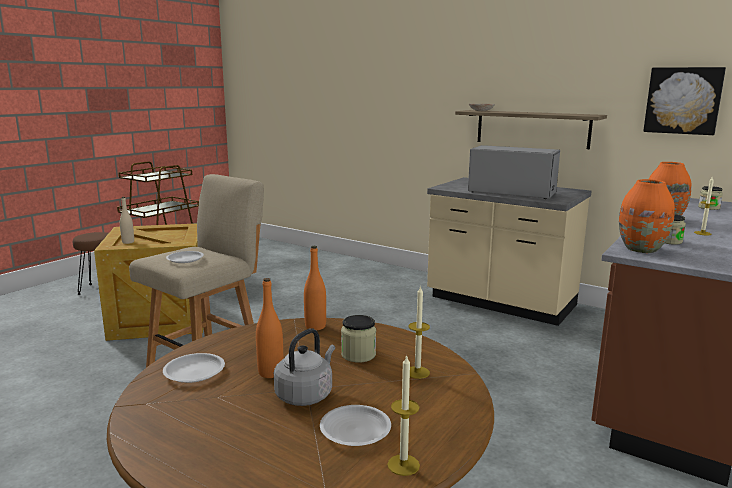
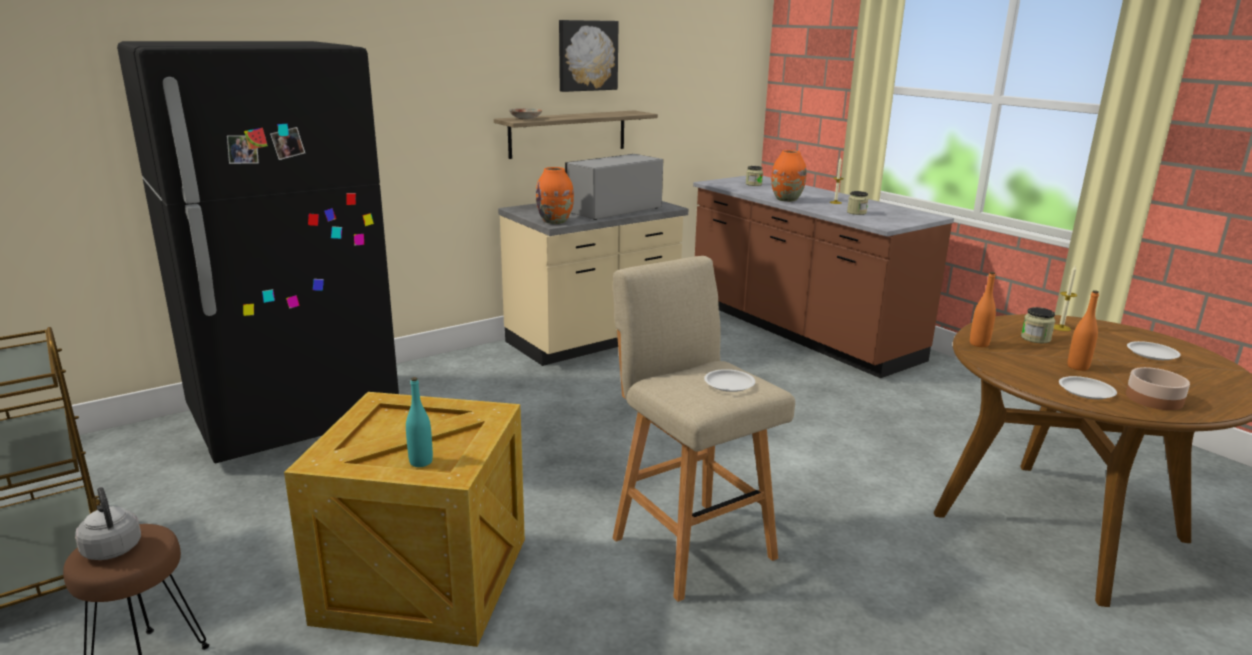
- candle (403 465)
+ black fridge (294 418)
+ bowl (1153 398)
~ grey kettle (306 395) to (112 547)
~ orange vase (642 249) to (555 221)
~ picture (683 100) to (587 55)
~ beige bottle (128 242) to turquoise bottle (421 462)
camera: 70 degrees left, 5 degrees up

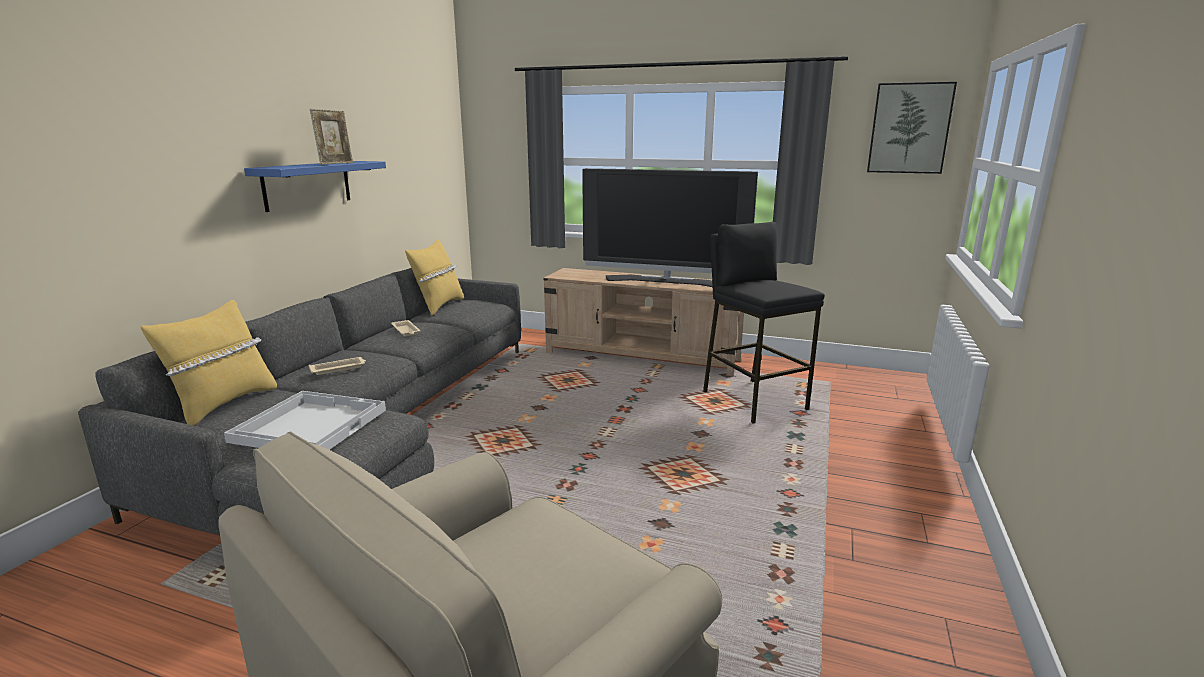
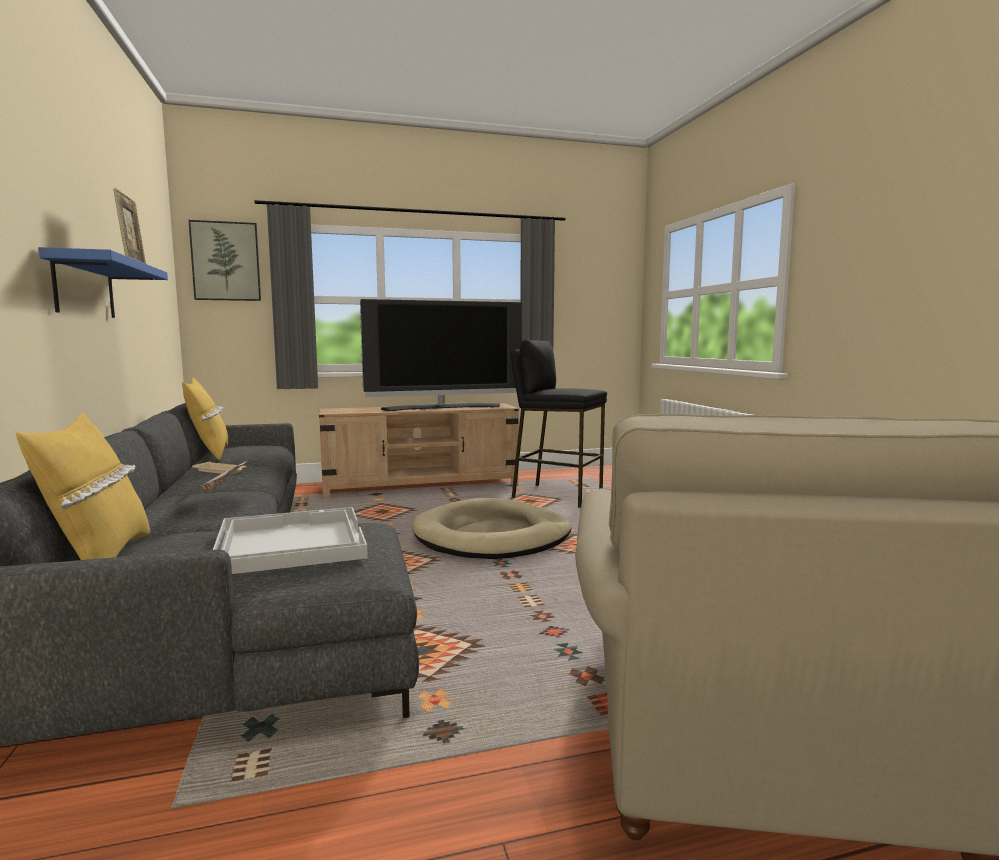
+ beige dog bed (492 536)
~ picture (909 128) to (226 261)
~ beige tray (338 368) to newspaper (209 504)
camera: 35 degrees left, 10 degrees down

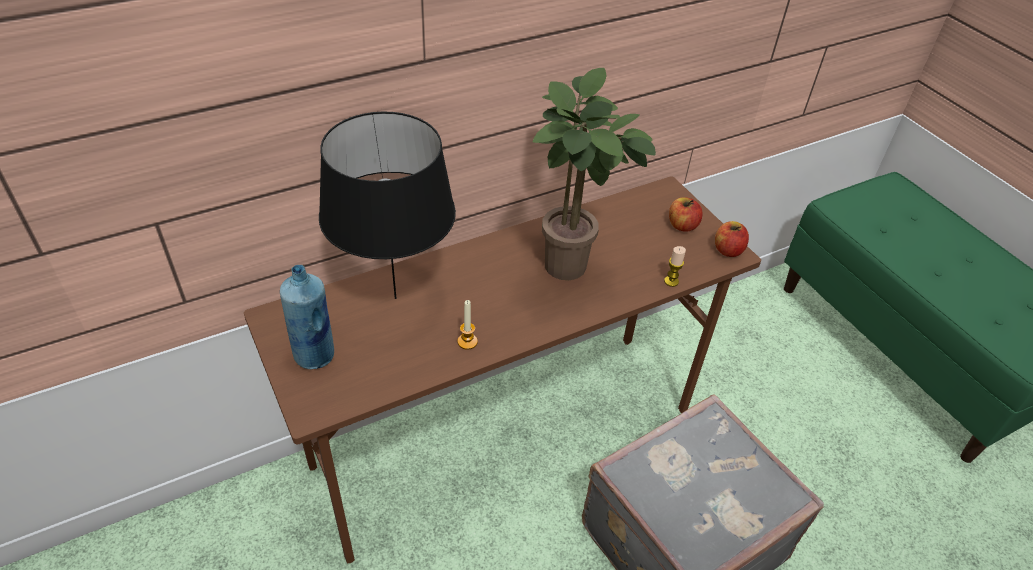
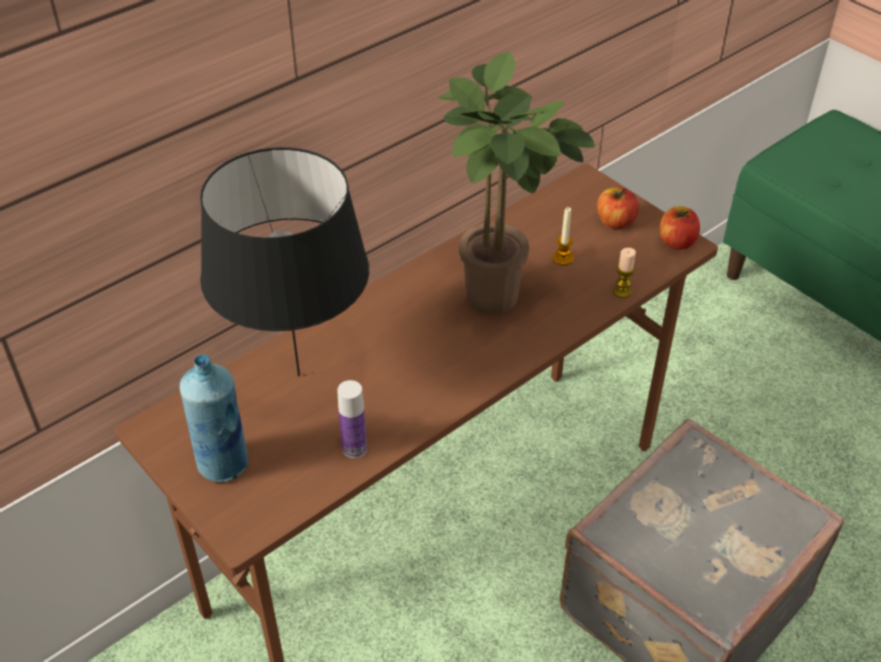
+ bottle (354 448)
~ candle (467 342) to (563 258)
camera: 10 degrees left, 0 degrees up

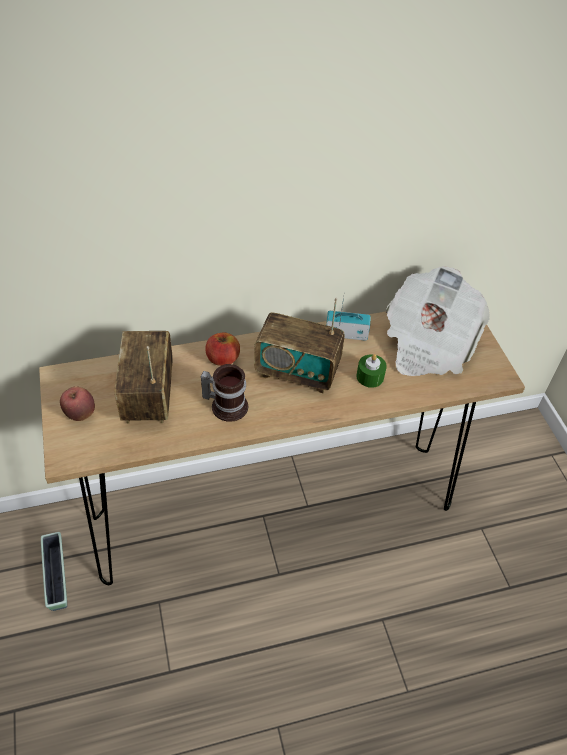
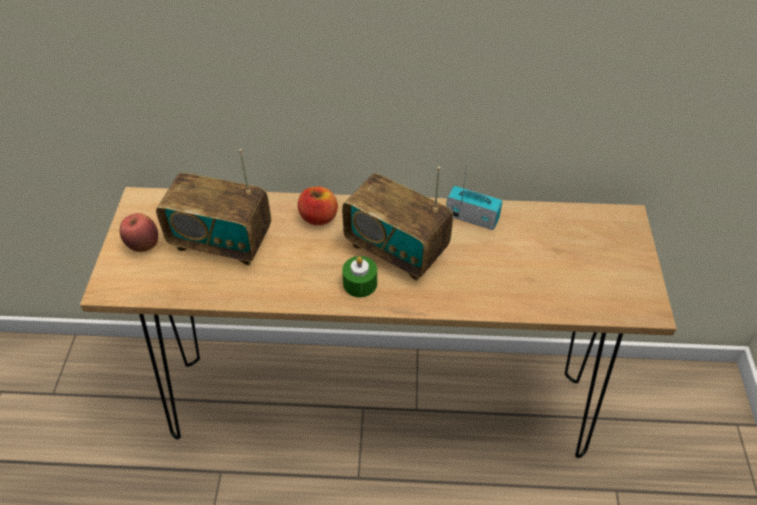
- planter (57 576)
- mug (226 404)
- newspaper (428 343)
~ green candle (370 376) to (360 283)
~ radio (149 396) = (222 242) 90 degrees counterclockwise
camera: 20 degrees right, 0 degrees up

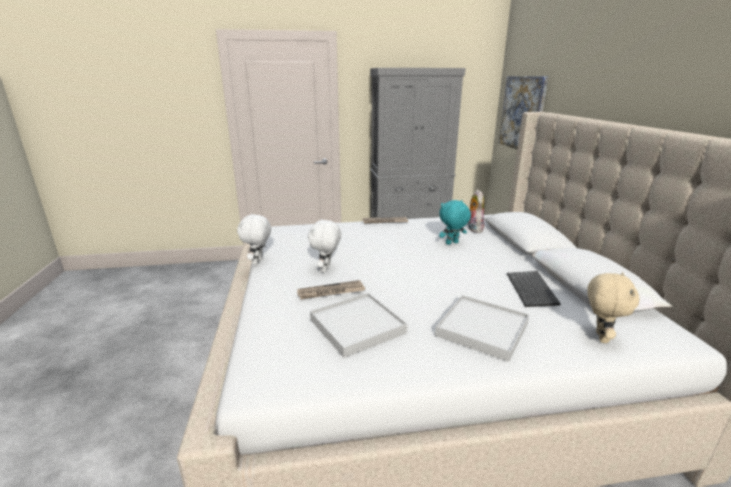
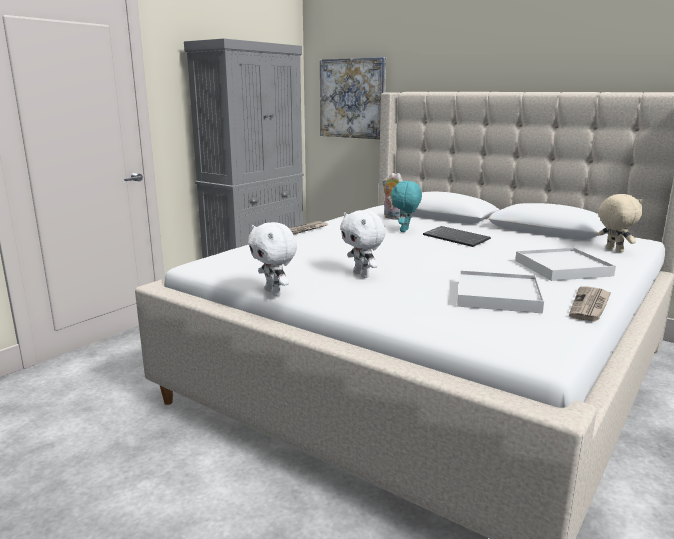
~ newspaper (330 292) to (590 306)
~ keyboard (532 290) to (457 238)
camera: 45 degrees left, 5 degrees down

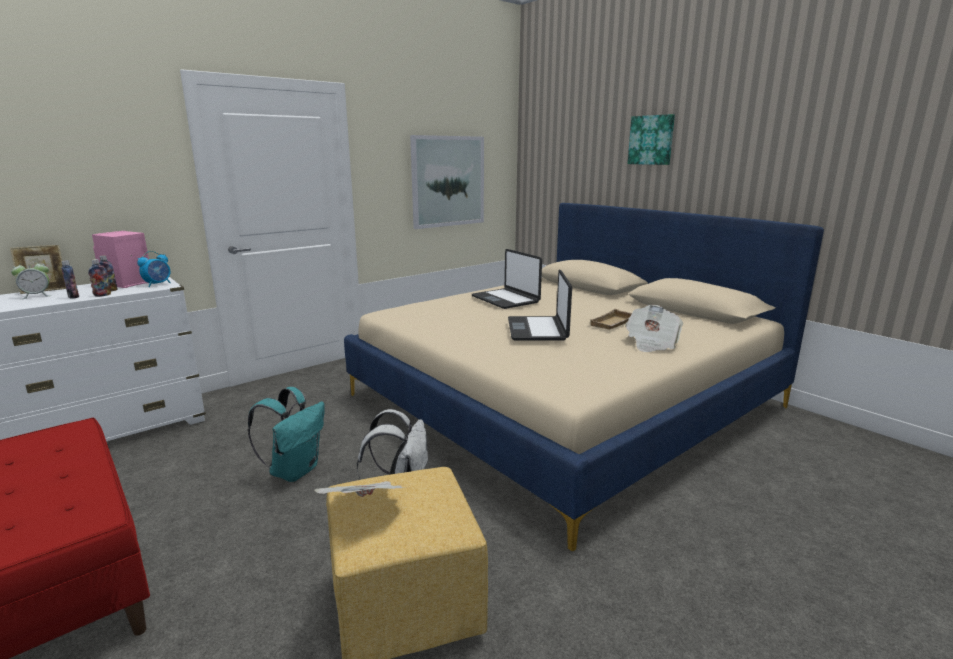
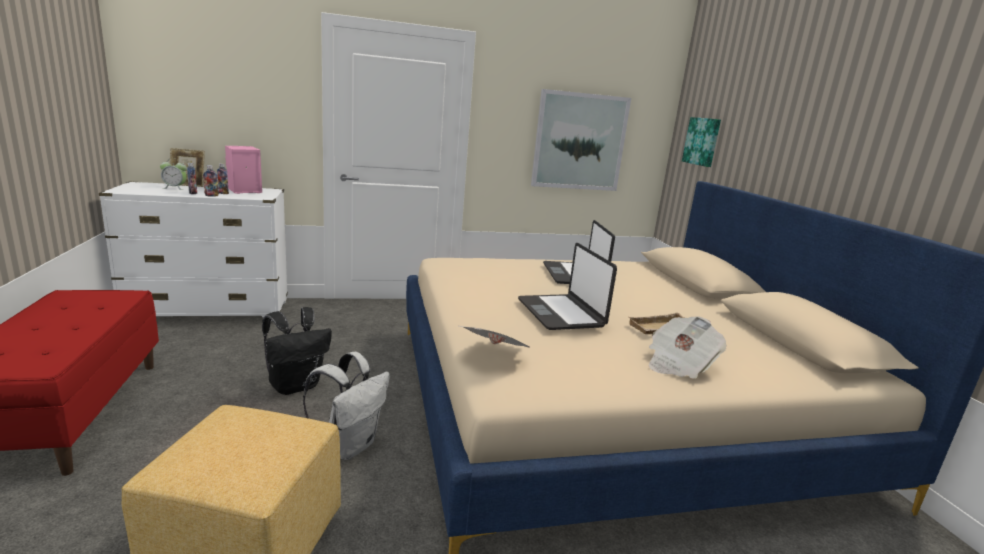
- alarm clock (158 284)
~ newspaper (365 507) to (495 355)
~ picture (651 140) to (702 141)
~ turquoise backpack (295 470) to black backpack (296 385)
~ laptop (538 329) = (561 313) 45 degrees counterclockwise
camera: 25 degrees right, 0 degrees up

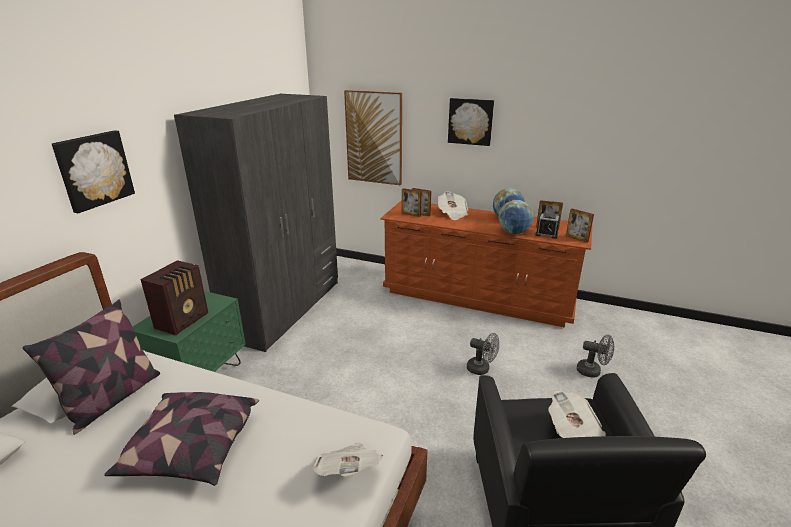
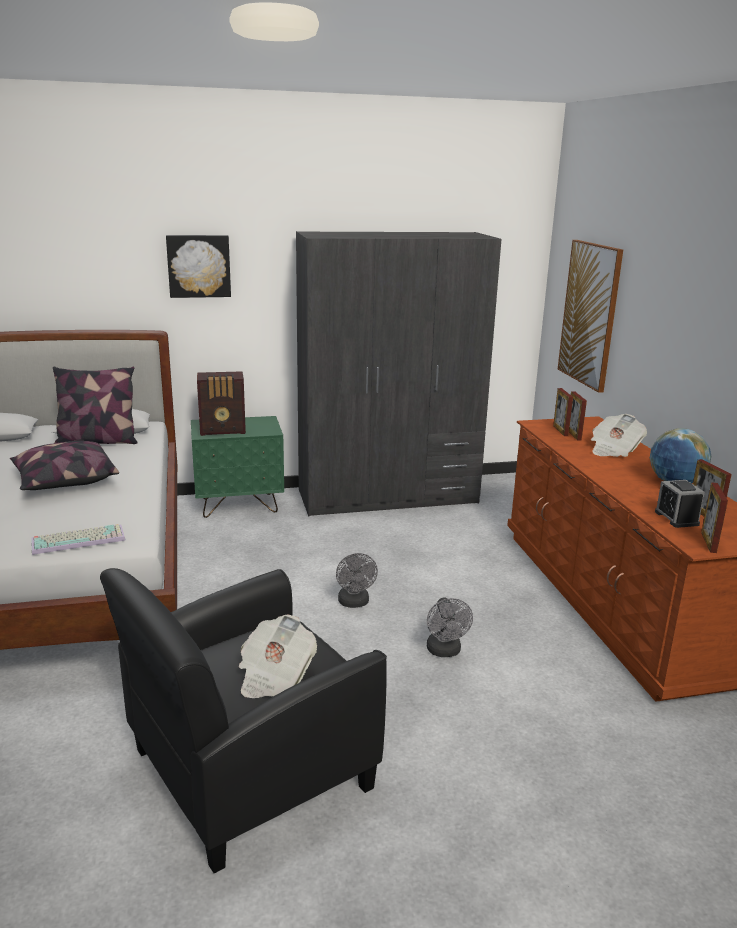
- picture (470 121)
- globe (514 233)
~ grey fan (592 371) to (354 603)
~ newspaper (349 472) to keyboard (79 539)
camera: 55 degrees right, 5 degrees down

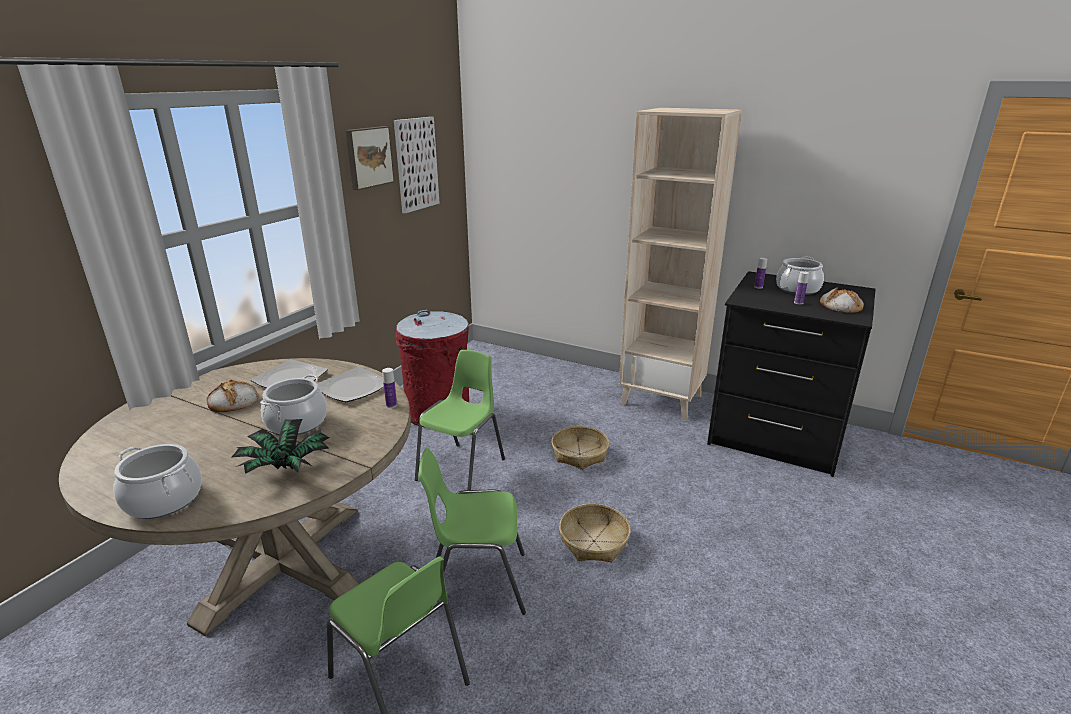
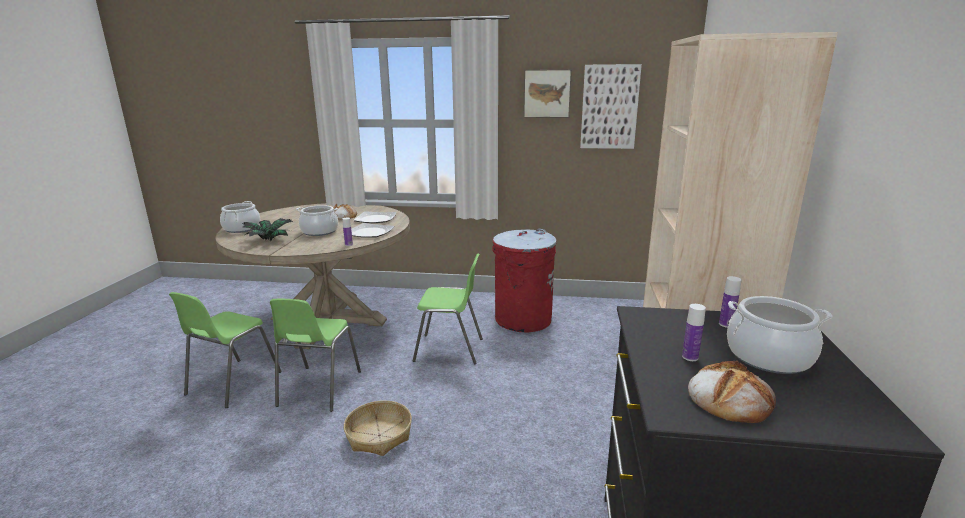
- basket (579 454)
~ green chair (477 583) = (318 389) 150 degrees counterclockwise
camera: 70 degrees right, 5 degrees down

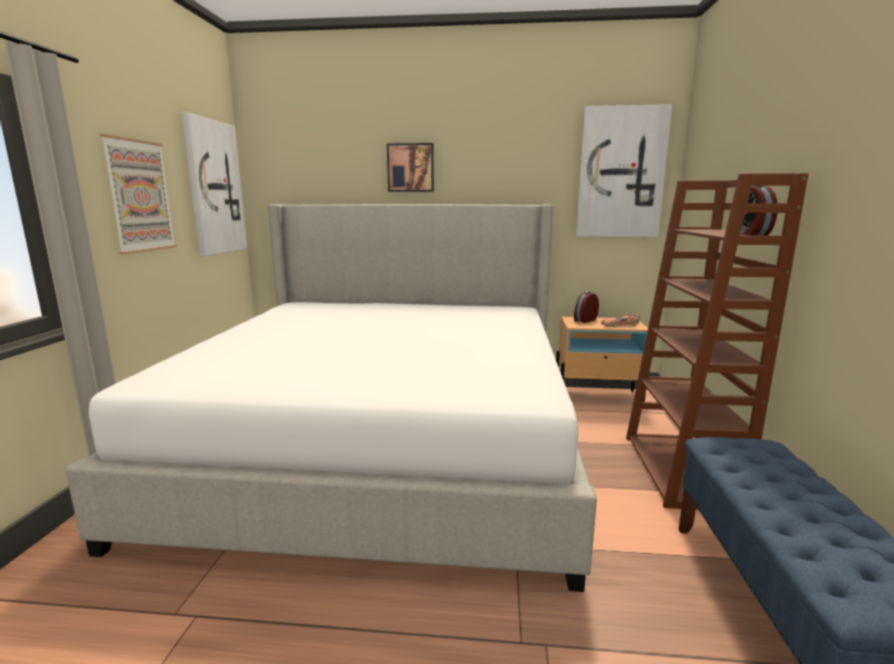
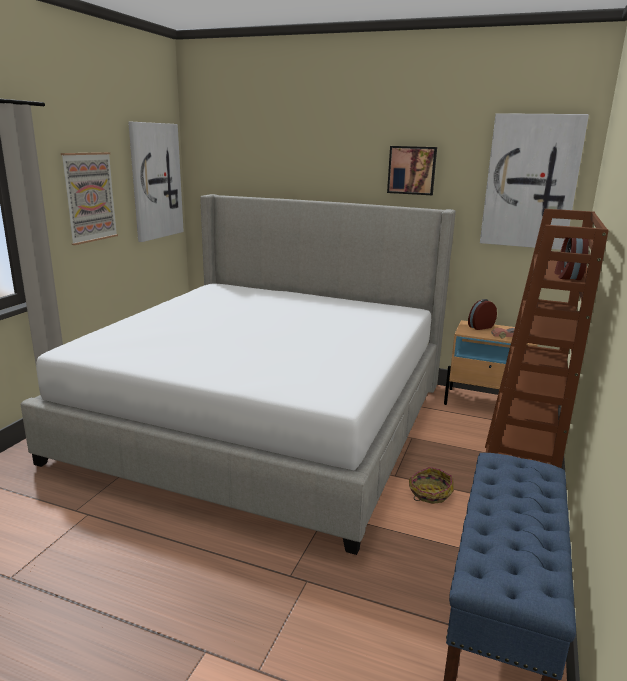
+ basket (429 493)
~ picture (411 168) to (412 170)
camera: 15 degrees right, 5 degrees up

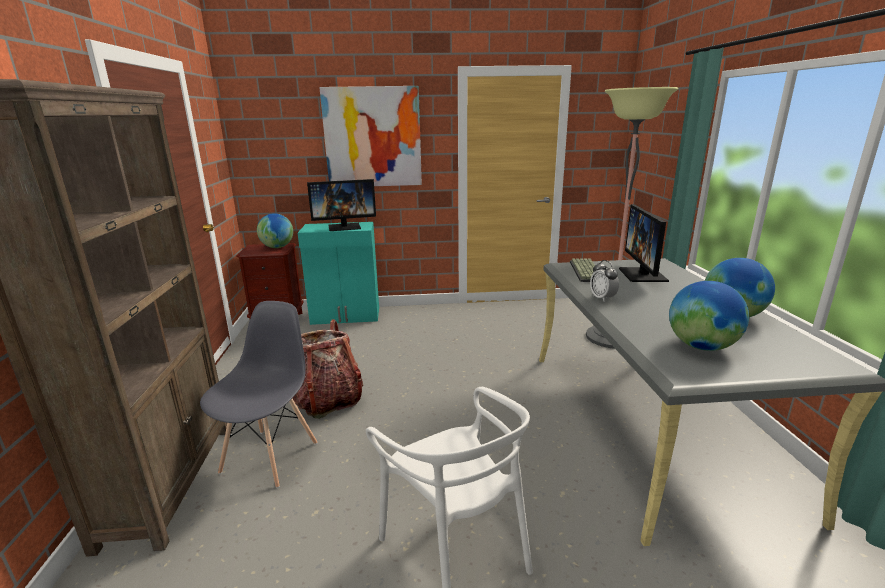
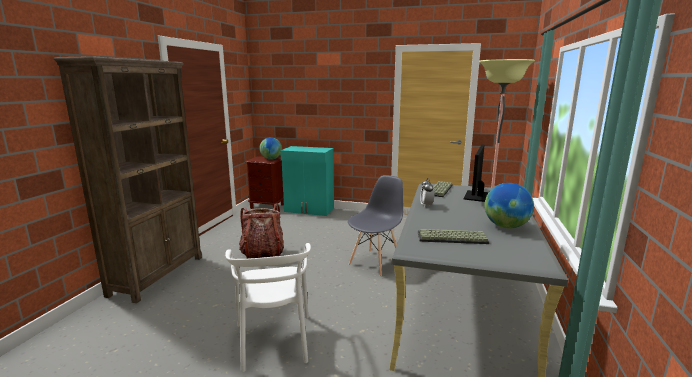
- monitor (344 227)
- picture (373 137)
~ grey chair (270 457) to (375 262)
~ globe (701 346) to keyboard (451 238)
camera: 20 degrees right, 5 degrees down

